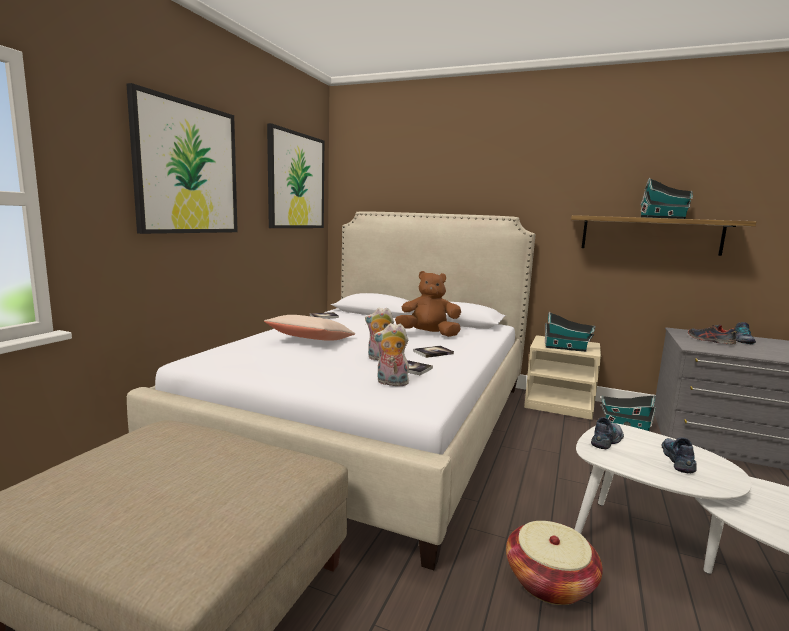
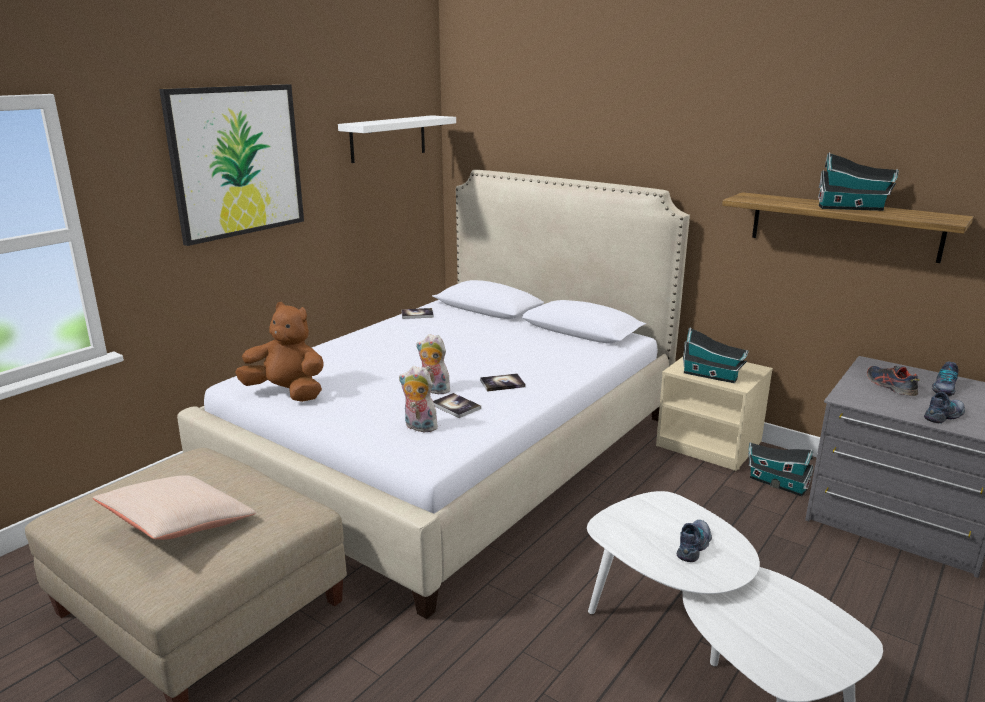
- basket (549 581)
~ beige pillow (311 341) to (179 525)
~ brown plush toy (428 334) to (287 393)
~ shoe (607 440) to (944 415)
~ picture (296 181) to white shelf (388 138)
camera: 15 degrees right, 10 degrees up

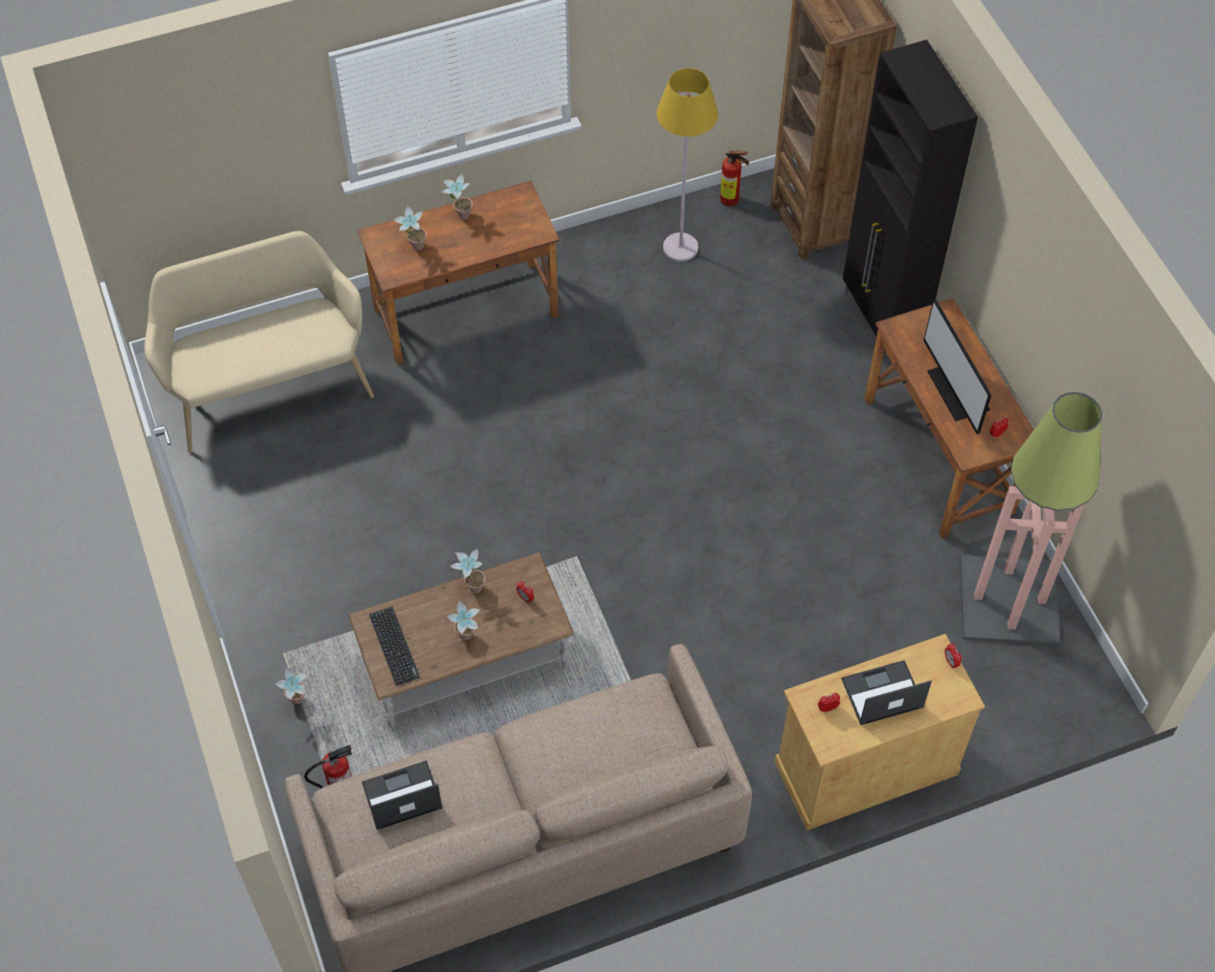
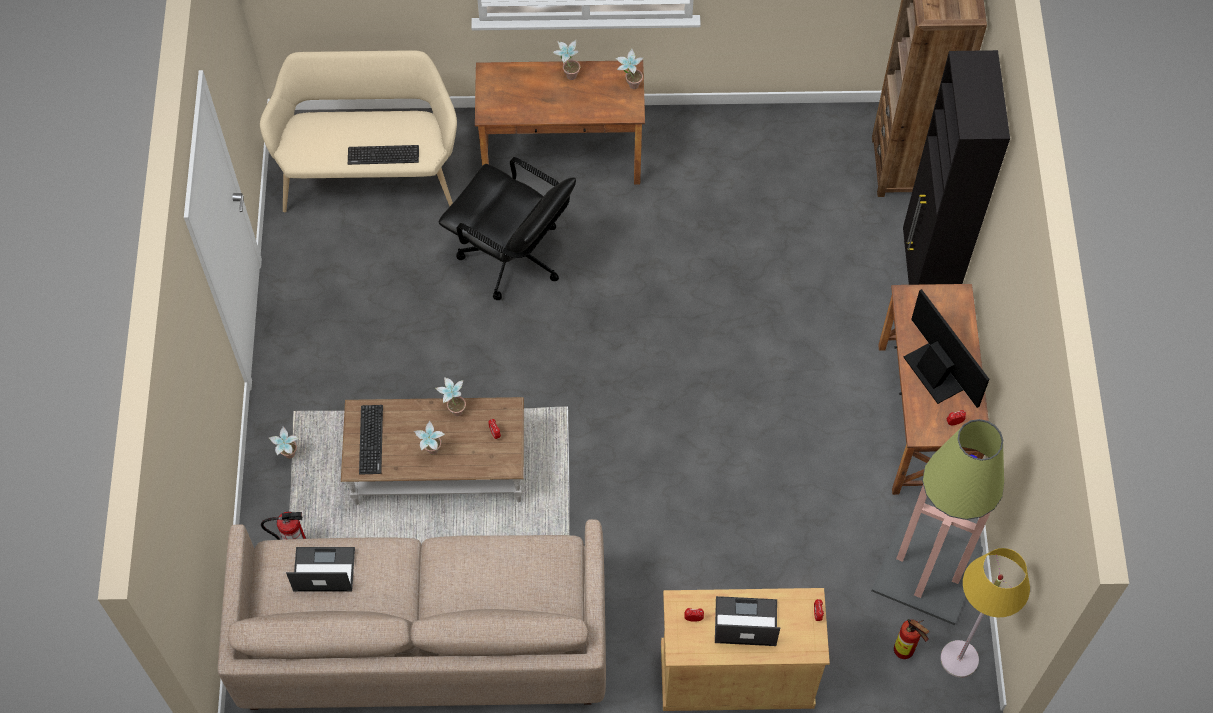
+ keyboard (383 155)
+ black office chair (512 257)
~ potted plant (414 247) to (630 85)
~ yellow floor lamp (680 248) to (959 659)
~ fire extinguisher (732 201) to (905 652)
~ monitor (957 391) = (936 372) 150 degrees clockwise
camera: 20 degrees right, 5 degrees up

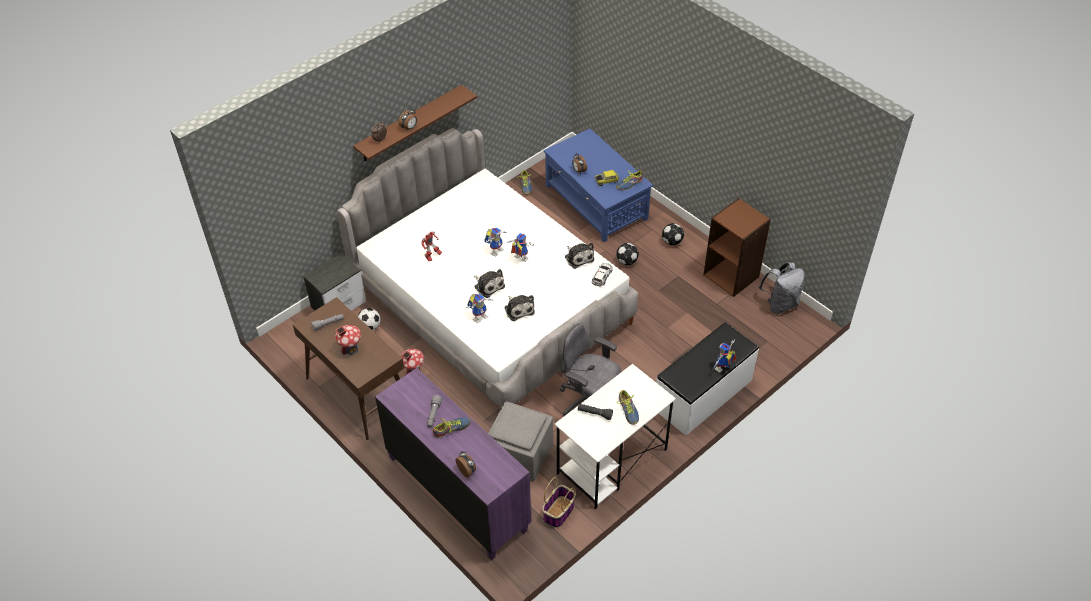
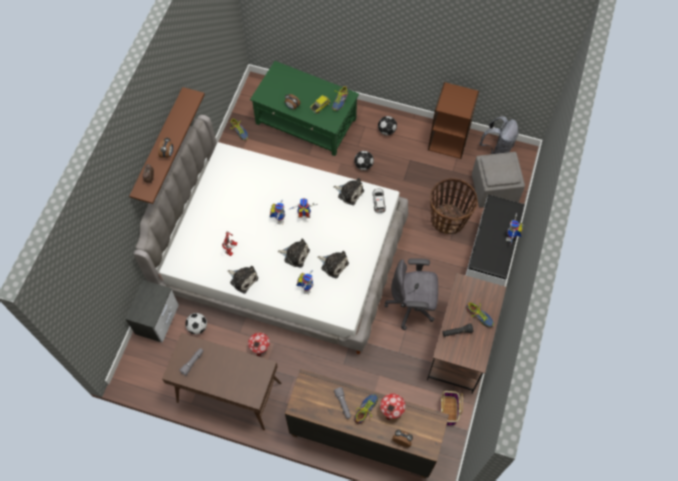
+ plush toy (243 279)
+ basket (448 219)
~ toy house (351 349) to (391 411)
~ grey ottoman (519 454) to (493 189)
~ purple dresser (457 492) to brown dresser (363 436)
~ blue coffee table (596 202) to green coffee table (306 121)
~ white desk (611 462) to brown desk (459 348)
camera: 30 degrees left, 15 degrees up

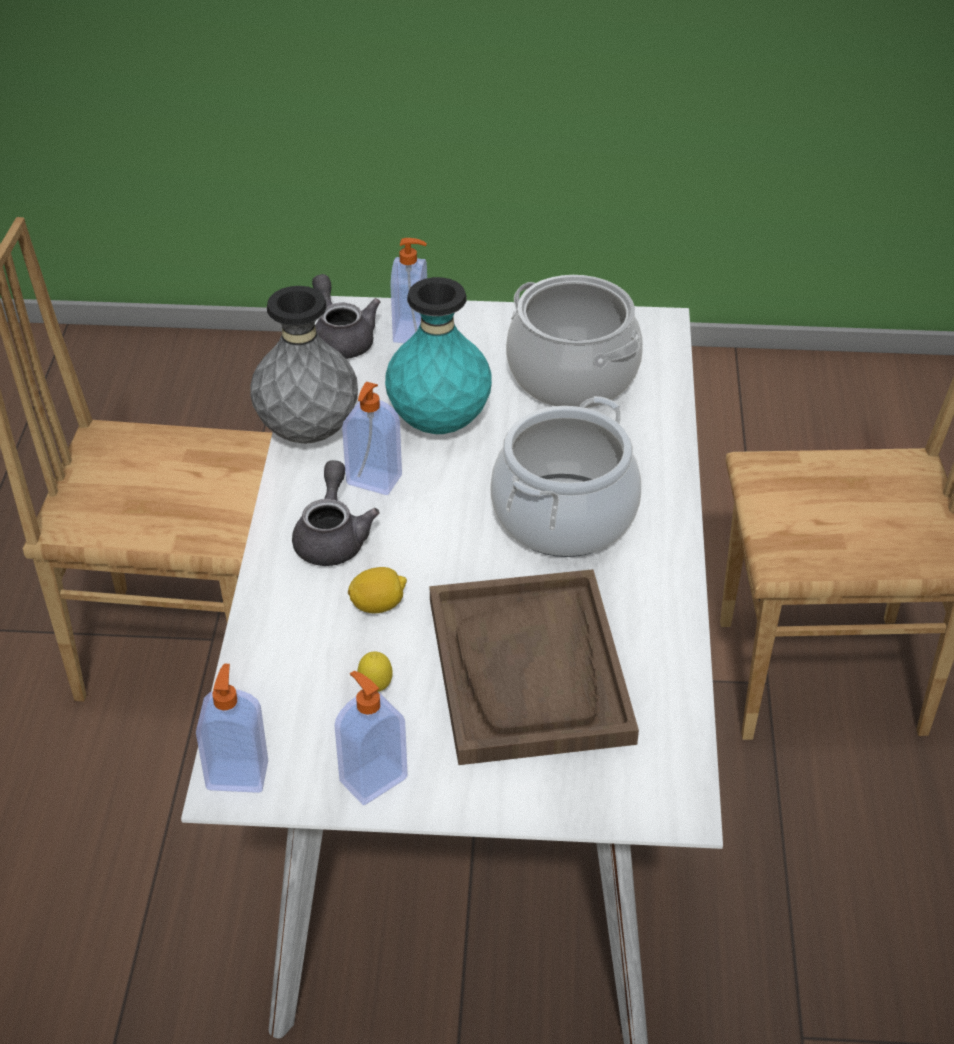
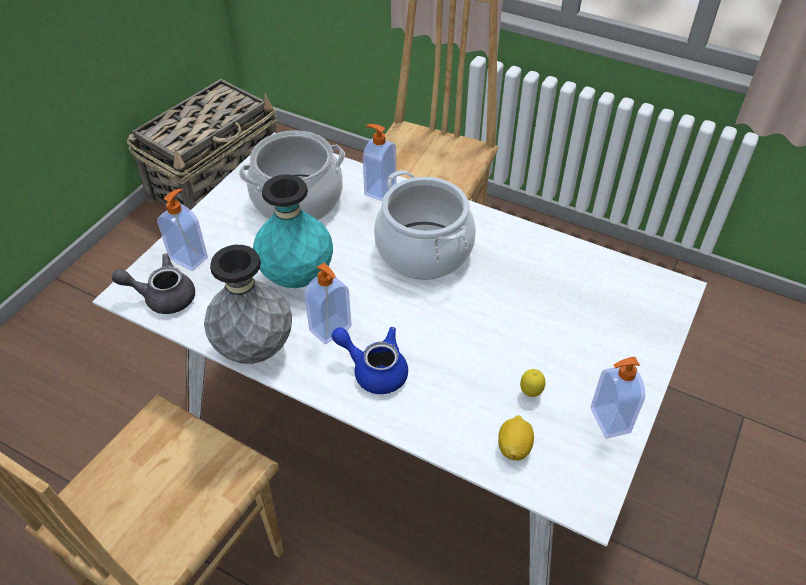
- brown tray (529 670)
+ basket (217 183)
~ soap dispenser (238 774) to (379 189)
~ lemon (378 605) to (514 447)
~ grey teapot (332 537) to blue teapot (374 370)
camera: 65 degrees left, 5 degrees up

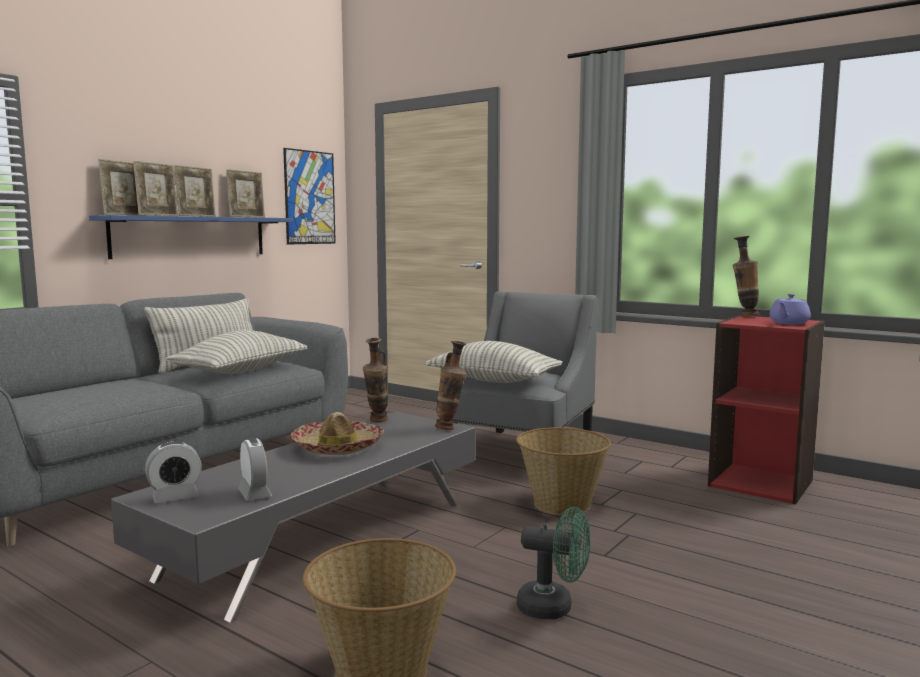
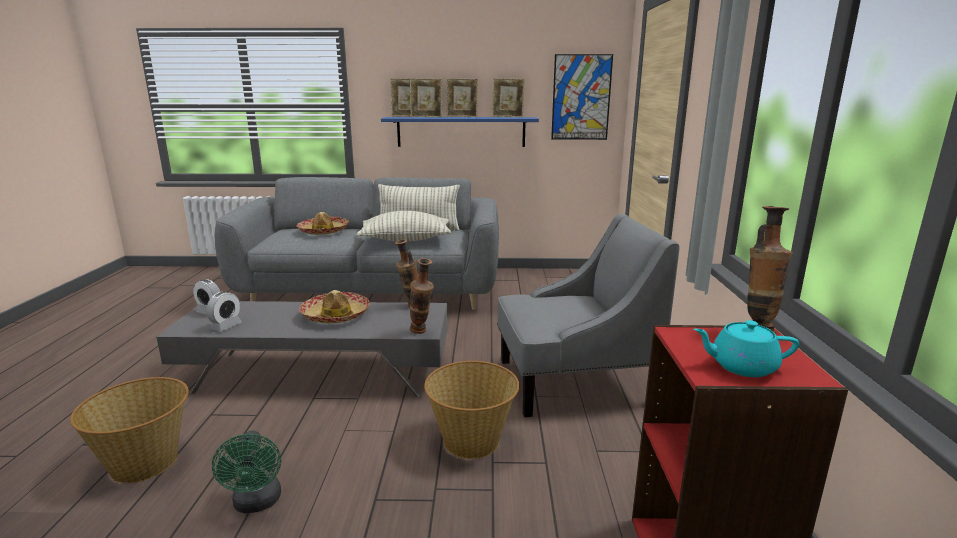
- pillow (493 381)
+ hat (323 231)
~ purple teapot (788 323) to turquoise teapot (741 366)
camera: 55 degrees right, 10 degrees up

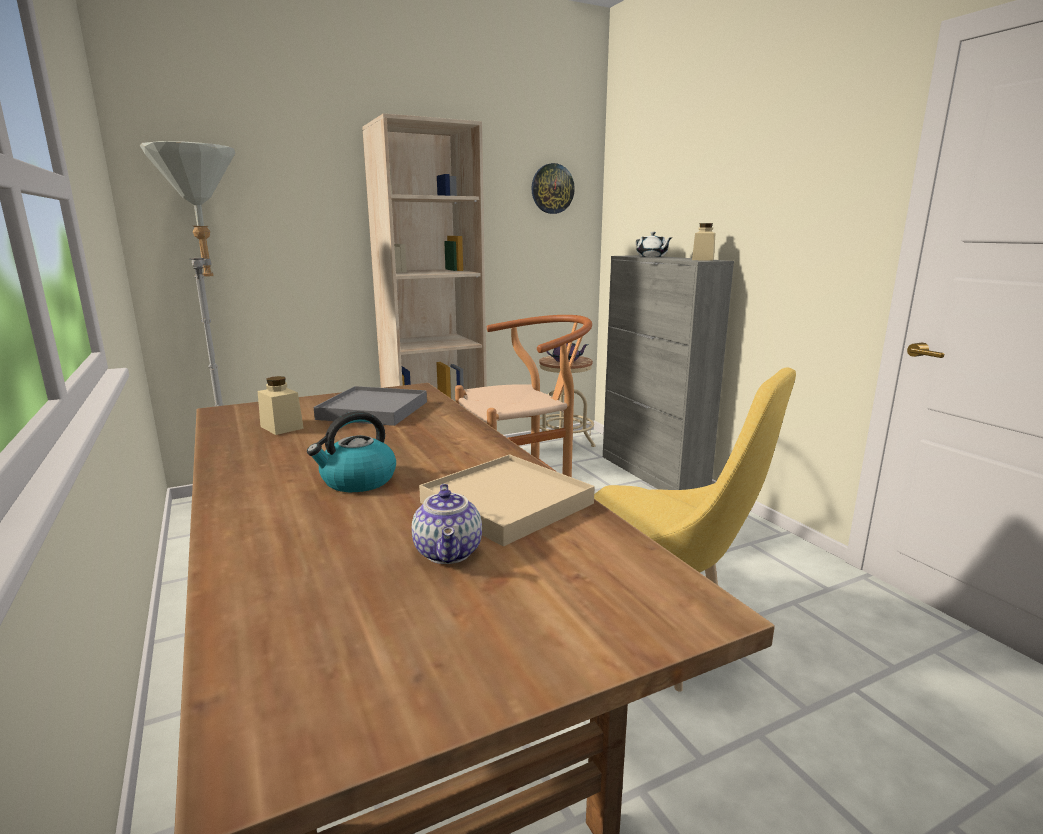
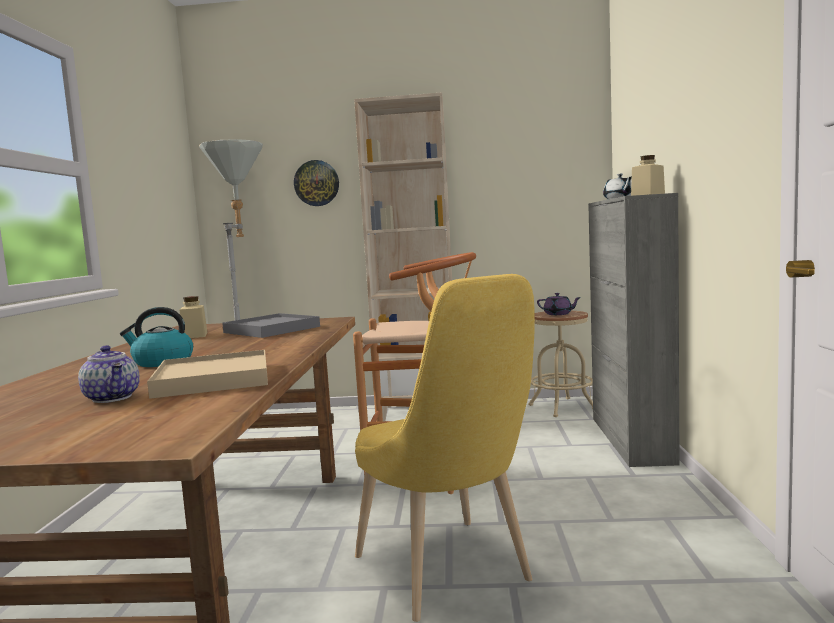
~ wall clock (552 189) to (316 183)
~ teapot (450 553) = (113 398) 60 degrees counterclockwise
camera: 30 degrees right, 10 degrees down

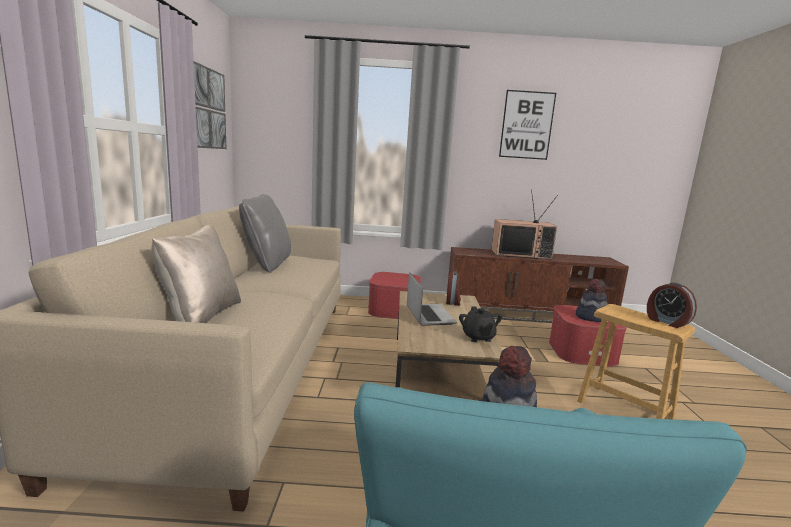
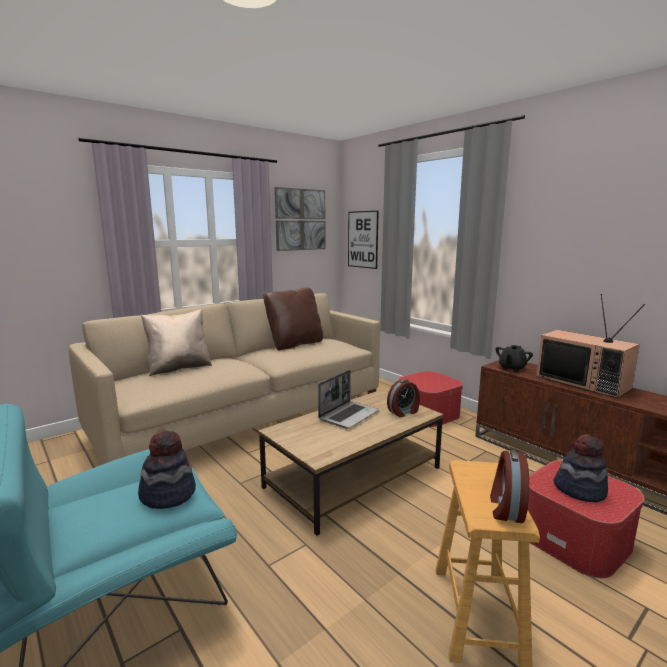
~ black teapot (478 337) to (511 368)
~ picture (526 125) to (362 239)
~ grey pillow (267 264) to brown pillow (295 344)
camera: 50 degrees right, 0 degrees up

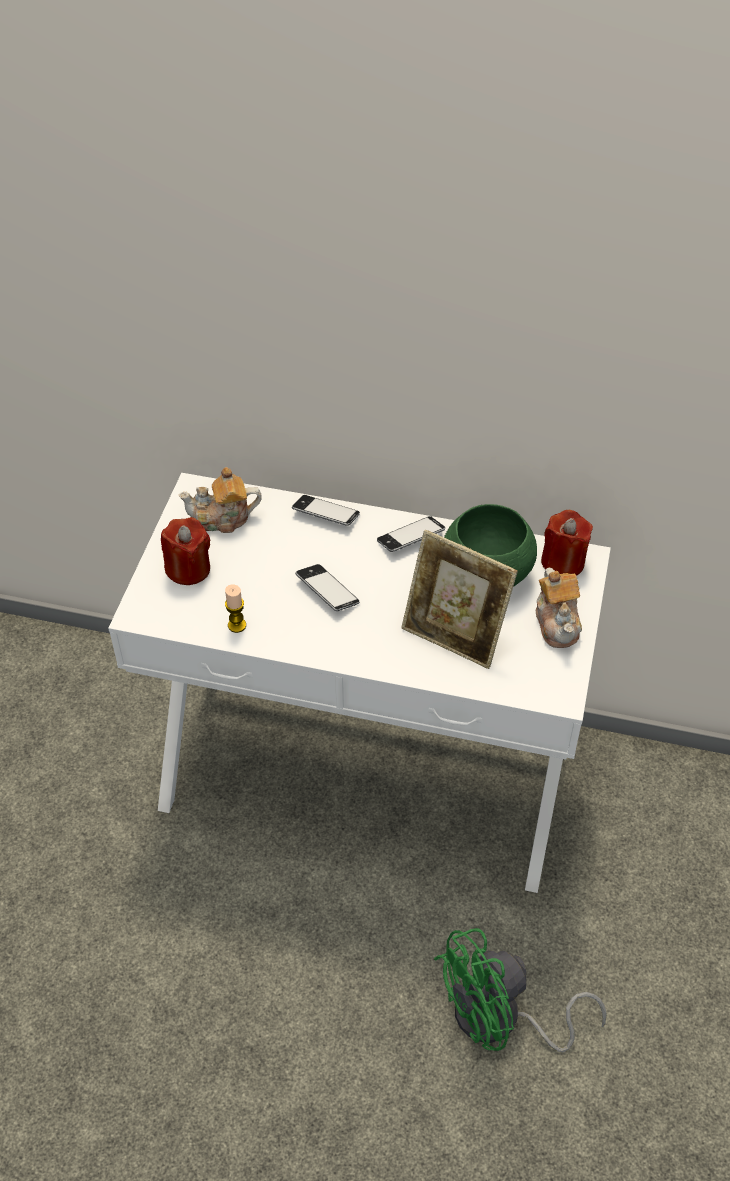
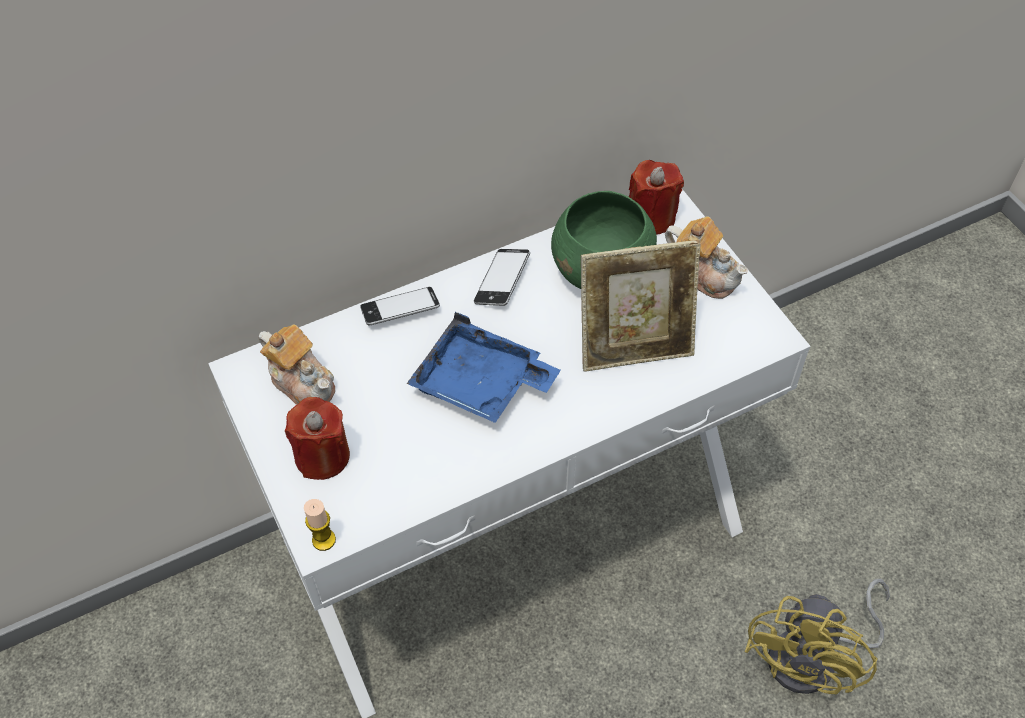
~ candle (237 625) to (324 540)
~ phone (327 591) to blue tray (481 384)
~ green fan (500 1020) to yellow fan (814 659)
~ teapot (222 518) = (302 382) 90 degrees counterclockwise
camera: 40 degrees left, 5 degrees up

